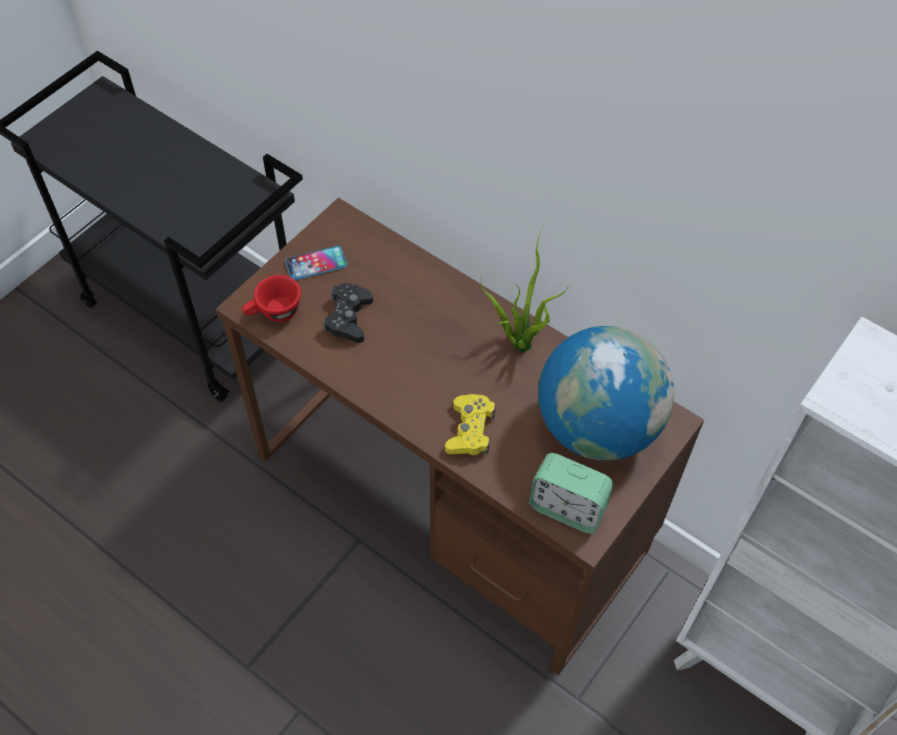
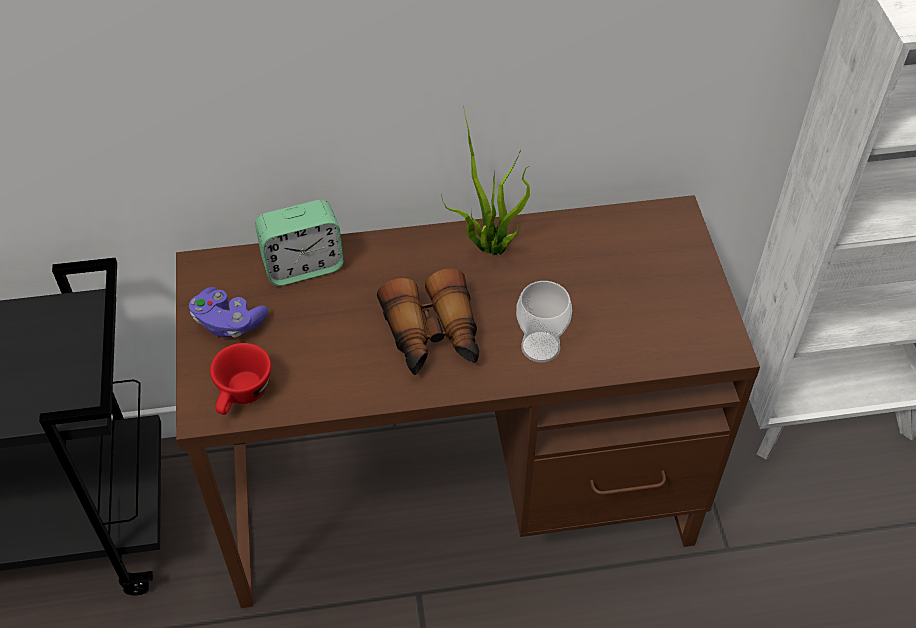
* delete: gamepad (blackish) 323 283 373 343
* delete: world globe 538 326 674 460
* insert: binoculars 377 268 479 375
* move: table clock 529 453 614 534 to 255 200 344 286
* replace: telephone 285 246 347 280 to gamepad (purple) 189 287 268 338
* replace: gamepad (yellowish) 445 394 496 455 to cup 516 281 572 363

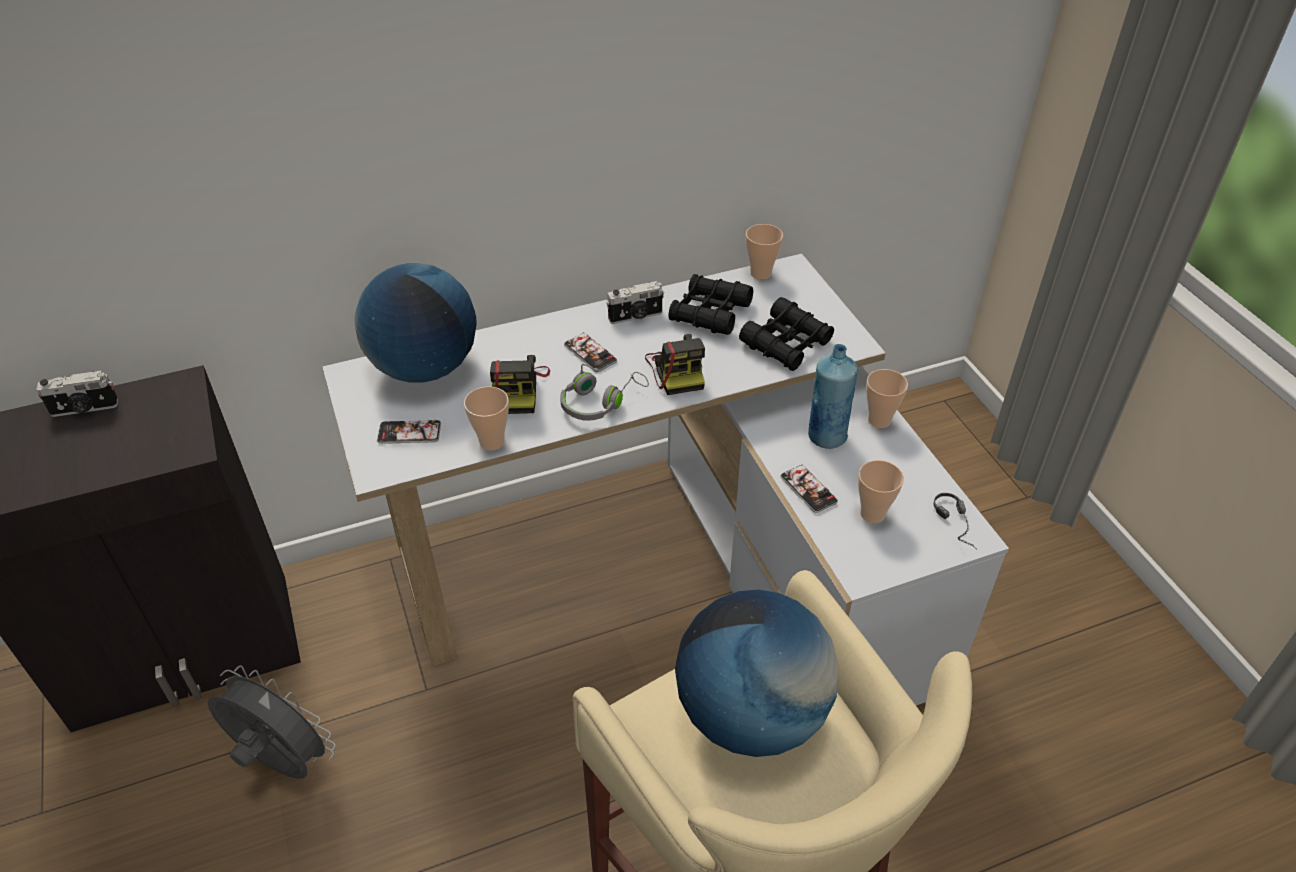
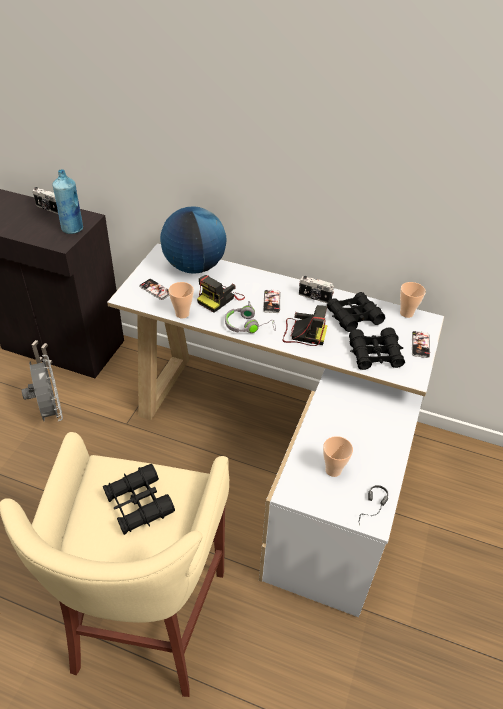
* delete: cup 866 369 908 428
* move: telephone 780 465 838 513 to 412 331 430 358
* move: bottle (bluish) 808 344 858 449 to 53 169 83 234
* replace: world globe 675 589 839 757 to binoculars (blackish) 103 464 175 535
* rotate: photo camera 645 334 705 395 = 282 305 328 346 105 degrees counterclockwise

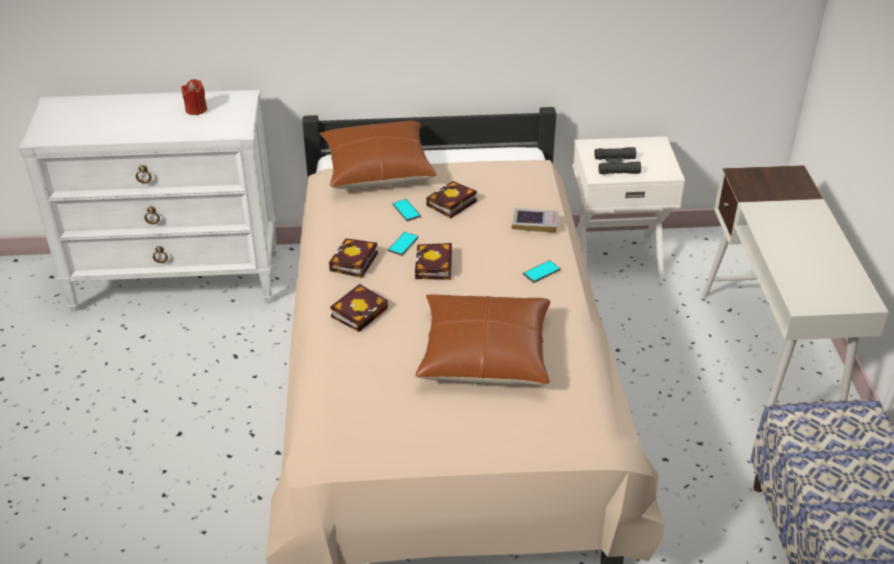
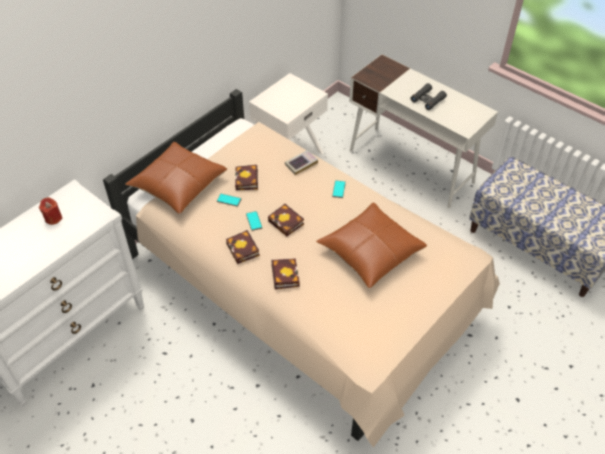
* move: binoculars (blackish) 594 147 641 174 to 411 83 447 110

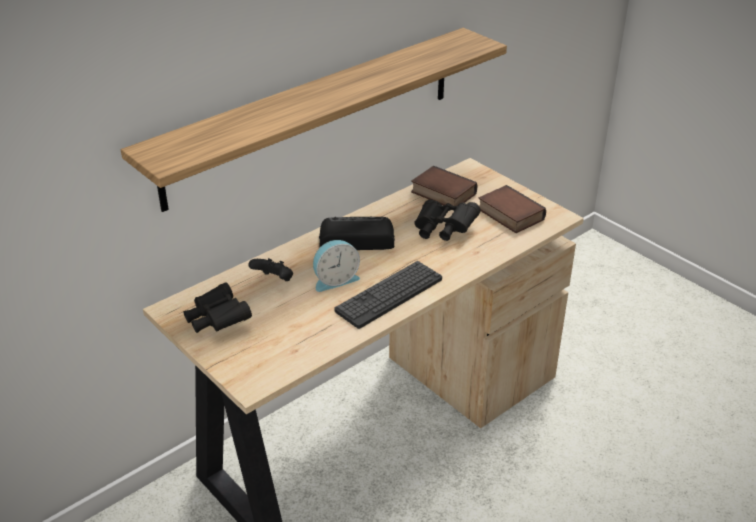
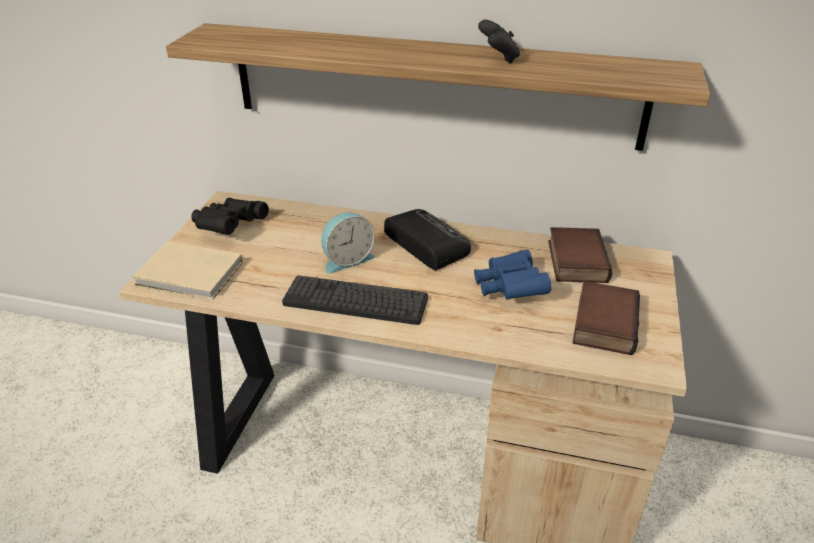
* insert: bound book (sand-coloured) 132 242 243 300
* move: gamepad (blackish) 248 258 293 281 to 478 20 520 64
* recolor: binoculars (blackish) 414 200 480 241 to binoculars (bluish) 474 250 551 300
* rotate: table clock 313 240 360 292 = 321 213 375 274 60 degrees counterclockwise

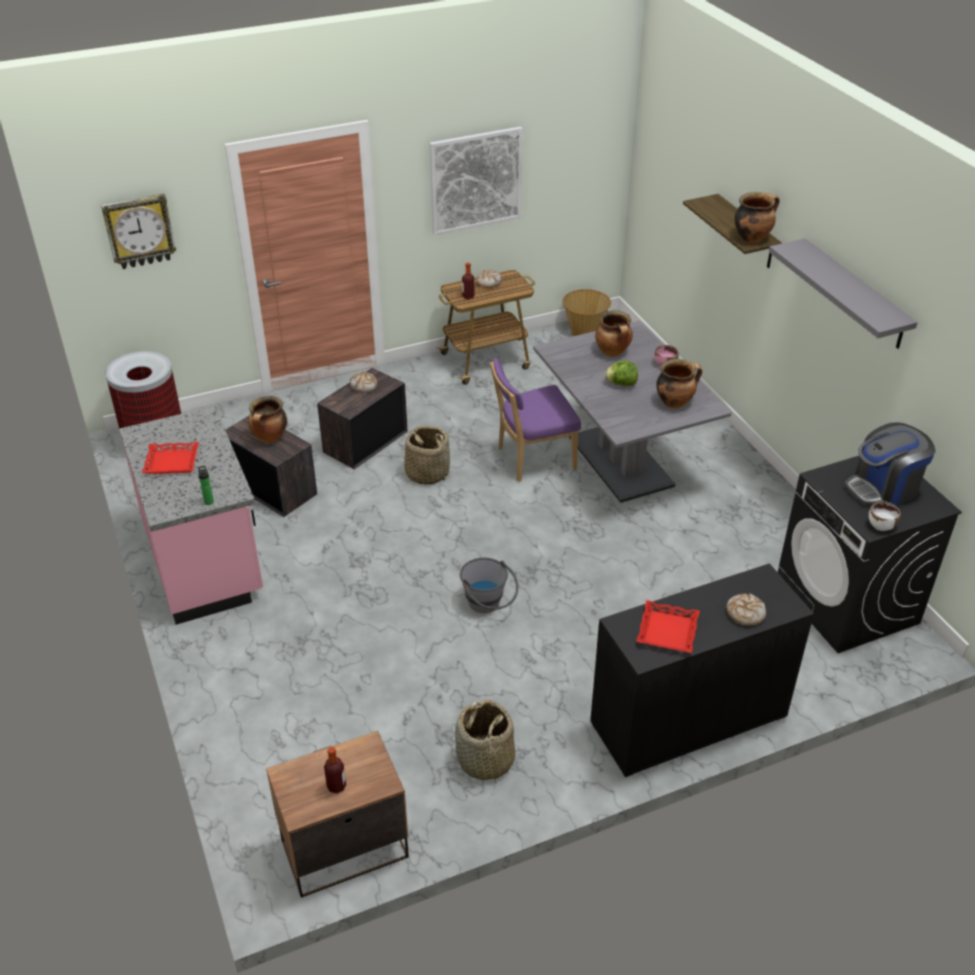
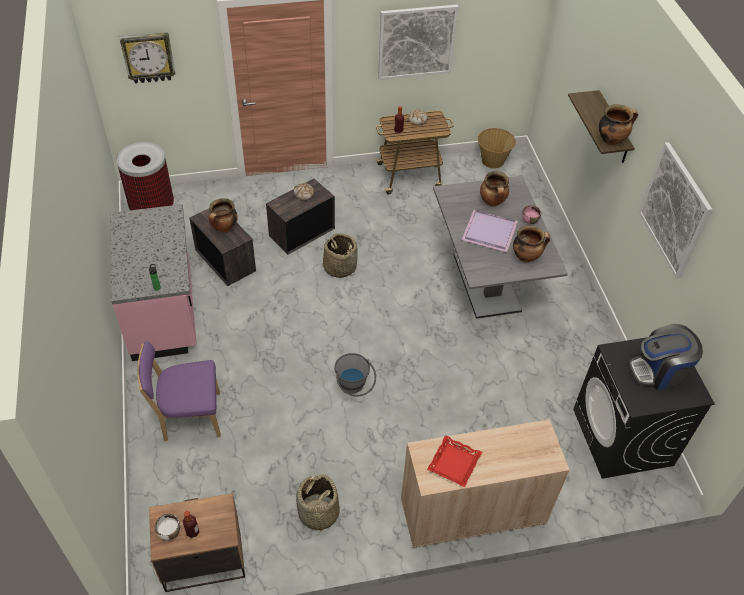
* delete: serving tray (red) 142 442 199 474
* delete: bakery bread 726 593 766 625
* move: chair (purple) 490 358 581 482 to 137 341 221 441
* move: bowl (white-coloured) 869 501 901 531 to 155 514 181 540
* replace: head of lettuce 605 361 638 386 to serving tray (purple) 462 210 518 252
* replace: shelf (greyish) 769 238 918 349 to picture 639 142 713 279
* recolor: storage cabinet (blackish) 590 563 814 778 to storage cabinet (sand-coloured) 401 419 570 548

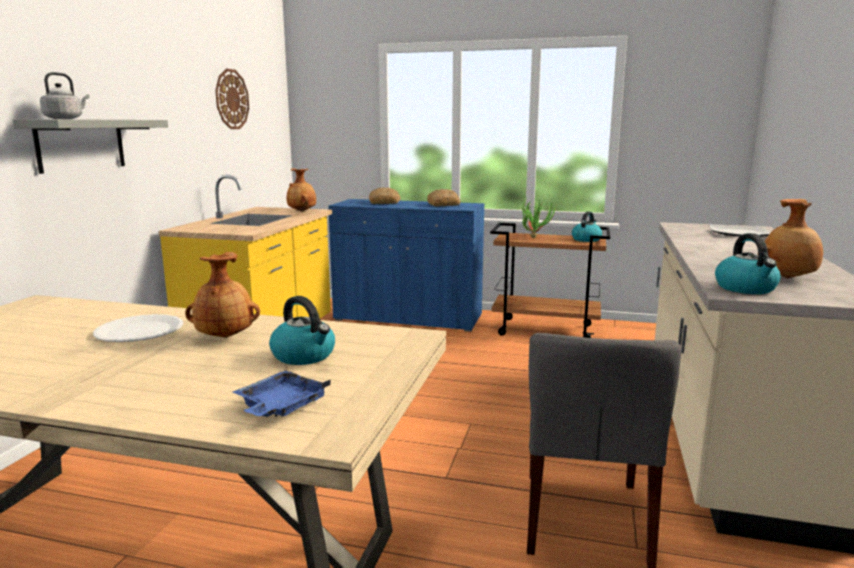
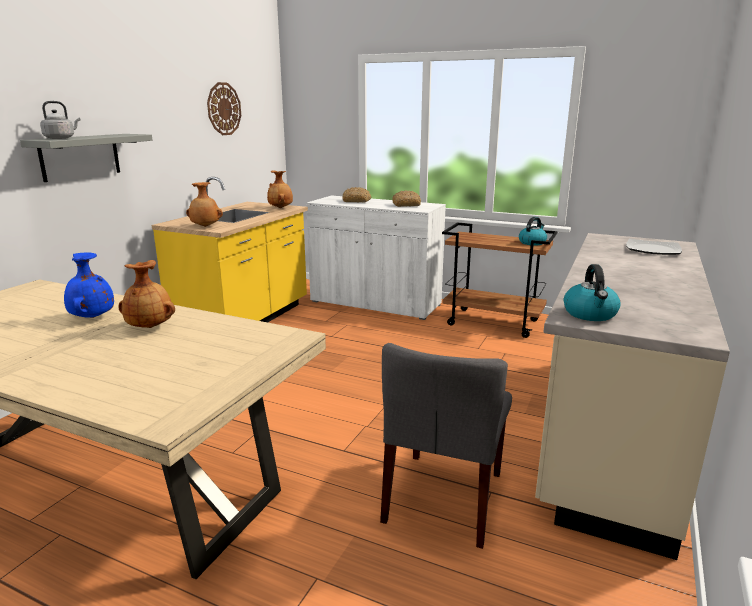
* delete: serving tray (bluish) 233 370 331 417
* delete: water kettle 269 296 335 365
* delete: plant in a pot 522 199 557 238
* move: vase (brownish) 765 199 823 278 to 186 182 223 227
* replace: flat dish (white-coloured) 93 314 183 342 to vase (bluish) 64 252 114 318
* recolor: storage cabinet (bluish) 328 199 485 332 to storage cabinet (white-coloured) 306 195 446 320

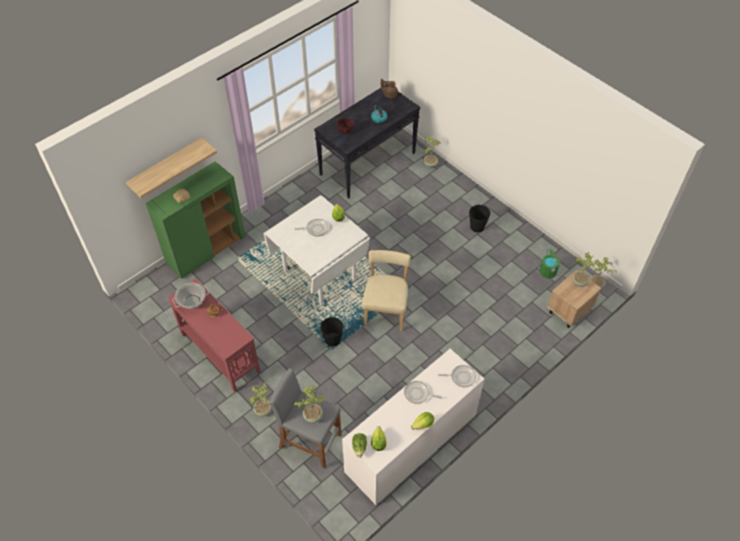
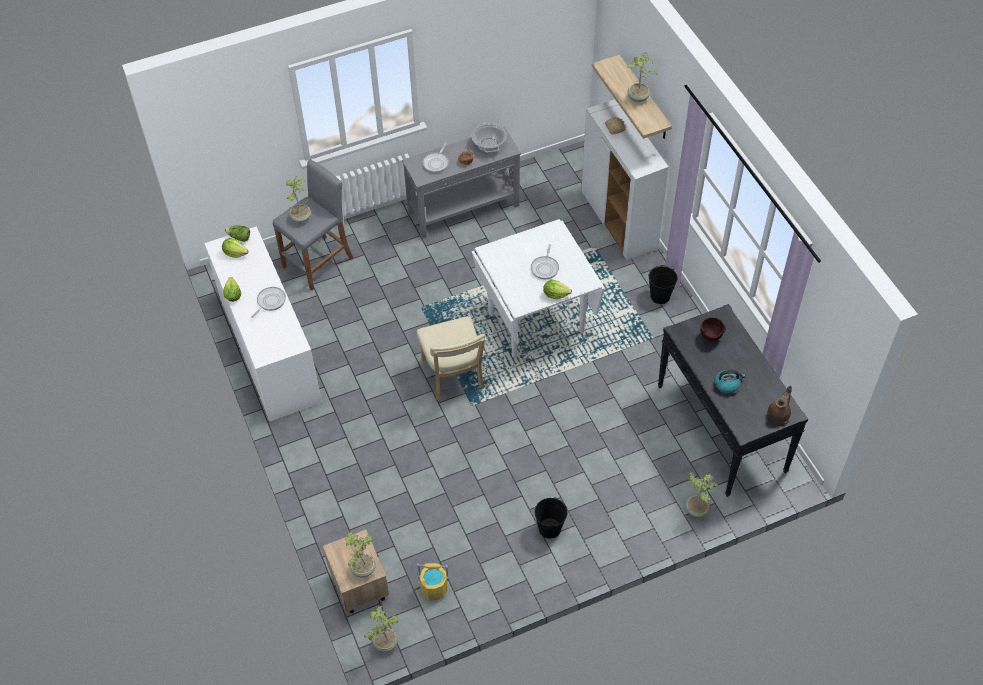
* move: plant in a pot 249 381 272 416 to 627 52 658 102
* move: pail (blackish) 320 317 344 346 to 648 266 678 304
* move: frying pan 438 365 476 387 to 423 142 449 173
* recolor: storage cabinet (green-coloured) 146 161 245 279 to storage cabinet (white-coloured) 581 99 668 260
* recolor: console table (red) 167 279 261 392 to console table (greyish) 402 127 521 239
* recolor: pail (green-coloured) 539 246 560 278 to pail (yellowish) 416 563 450 600
* rotate: chair (sand-coloured) 362 250 411 331 = 417 316 485 399 45 degrees clockwise

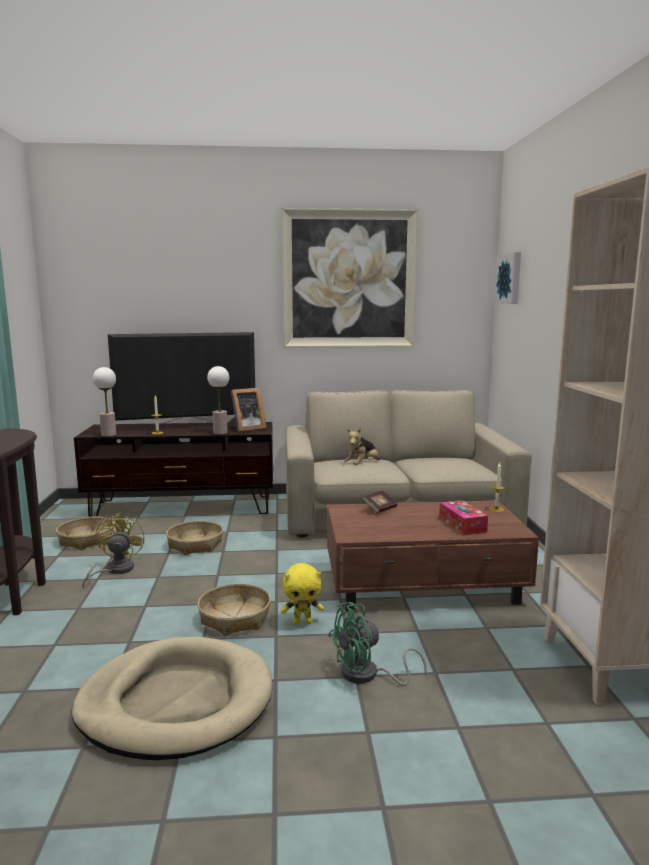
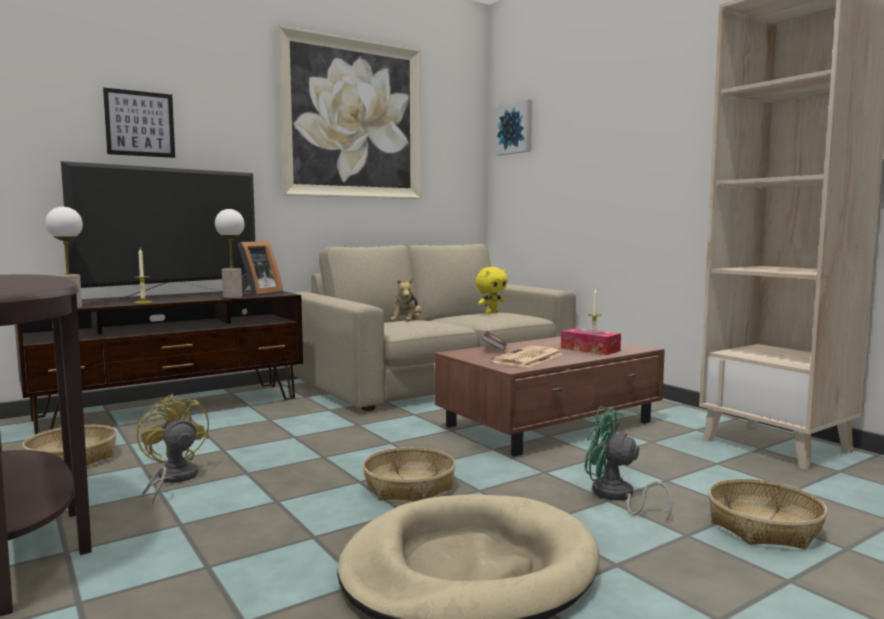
* insert: picture 103 87 175 158
* insert: daily paper 491 346 562 367
* move: household basket 166 521 223 555 to 708 479 828 549
* move: soft toy (yellowish) 281 563 324 625 to 476 267 508 314
* rotate: cooling fan (green-coloured) 328 602 427 685 = 585 406 673 521 90 degrees clockwise

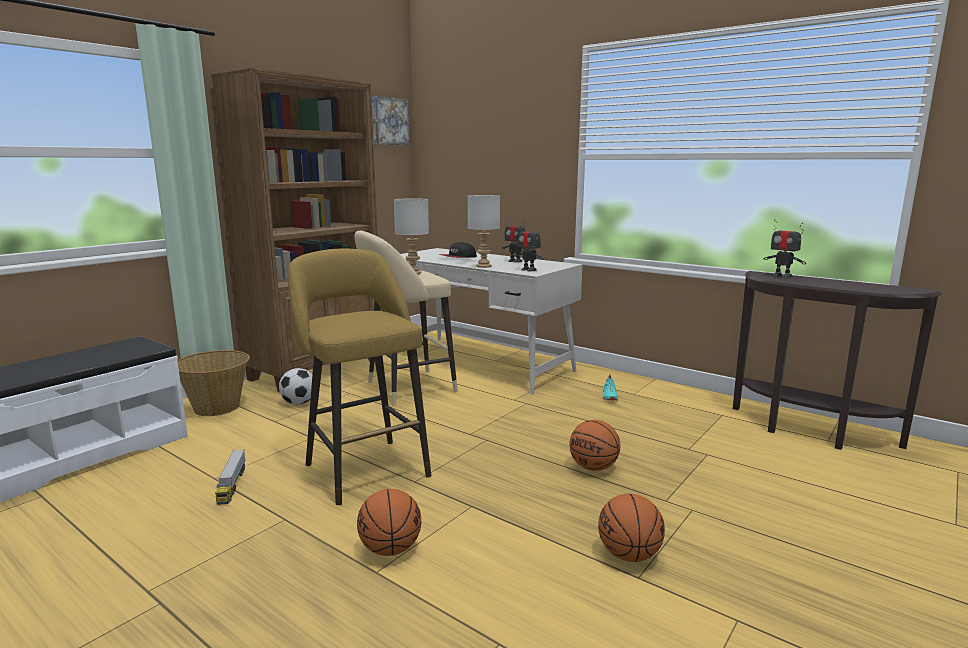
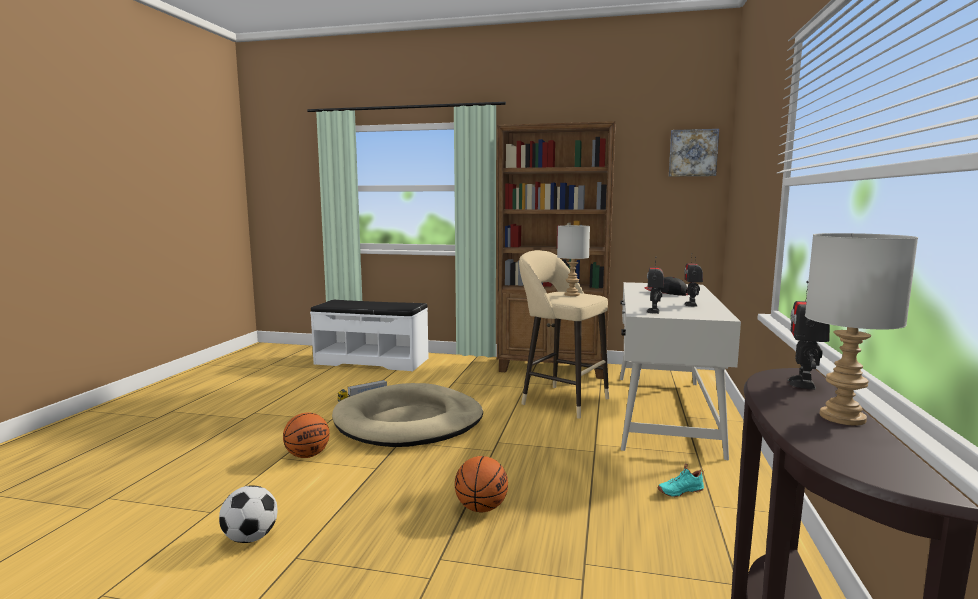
* delete: household basket 177 350 250 416
* delete: basketball 598 494 665 562
* move: football 279 368 312 404 to 219 486 277 543
* move: lamp for a table (greyish) 468 195 500 268 to 805 233 918 425
* replace: stool (yellowish) 288 249 431 505 to pet bed (sand-coloured) 332 383 483 447

